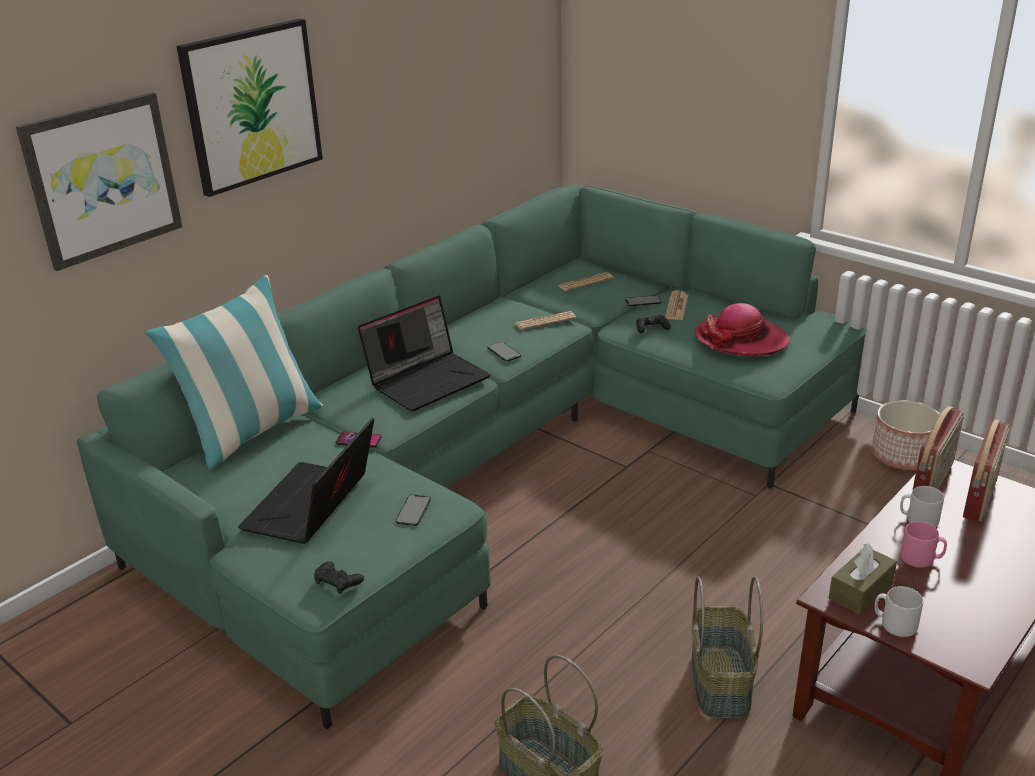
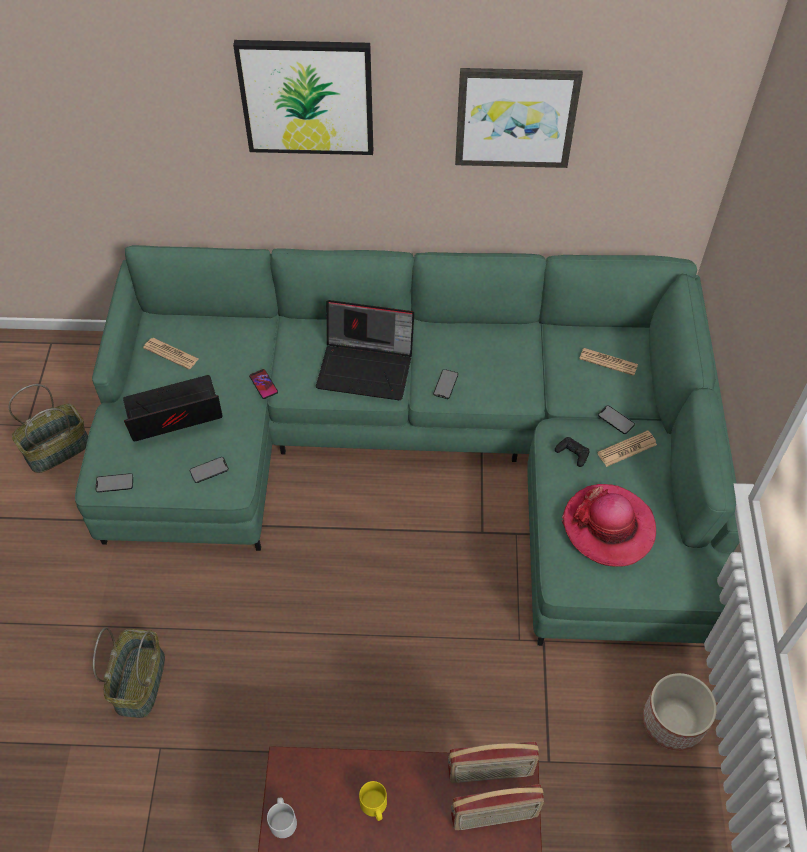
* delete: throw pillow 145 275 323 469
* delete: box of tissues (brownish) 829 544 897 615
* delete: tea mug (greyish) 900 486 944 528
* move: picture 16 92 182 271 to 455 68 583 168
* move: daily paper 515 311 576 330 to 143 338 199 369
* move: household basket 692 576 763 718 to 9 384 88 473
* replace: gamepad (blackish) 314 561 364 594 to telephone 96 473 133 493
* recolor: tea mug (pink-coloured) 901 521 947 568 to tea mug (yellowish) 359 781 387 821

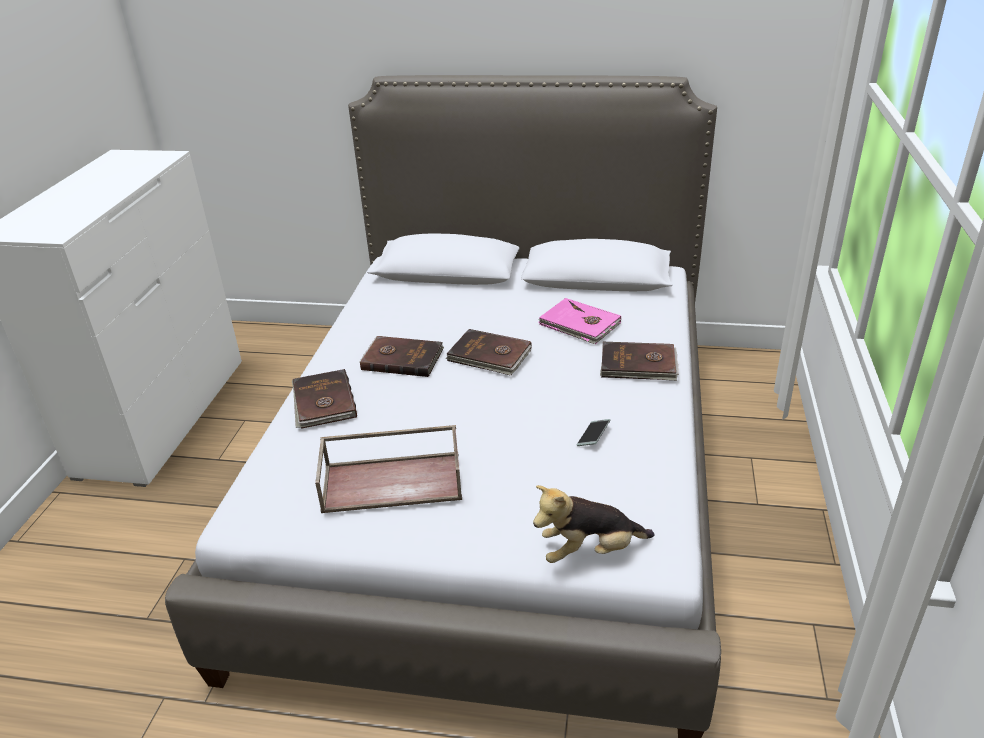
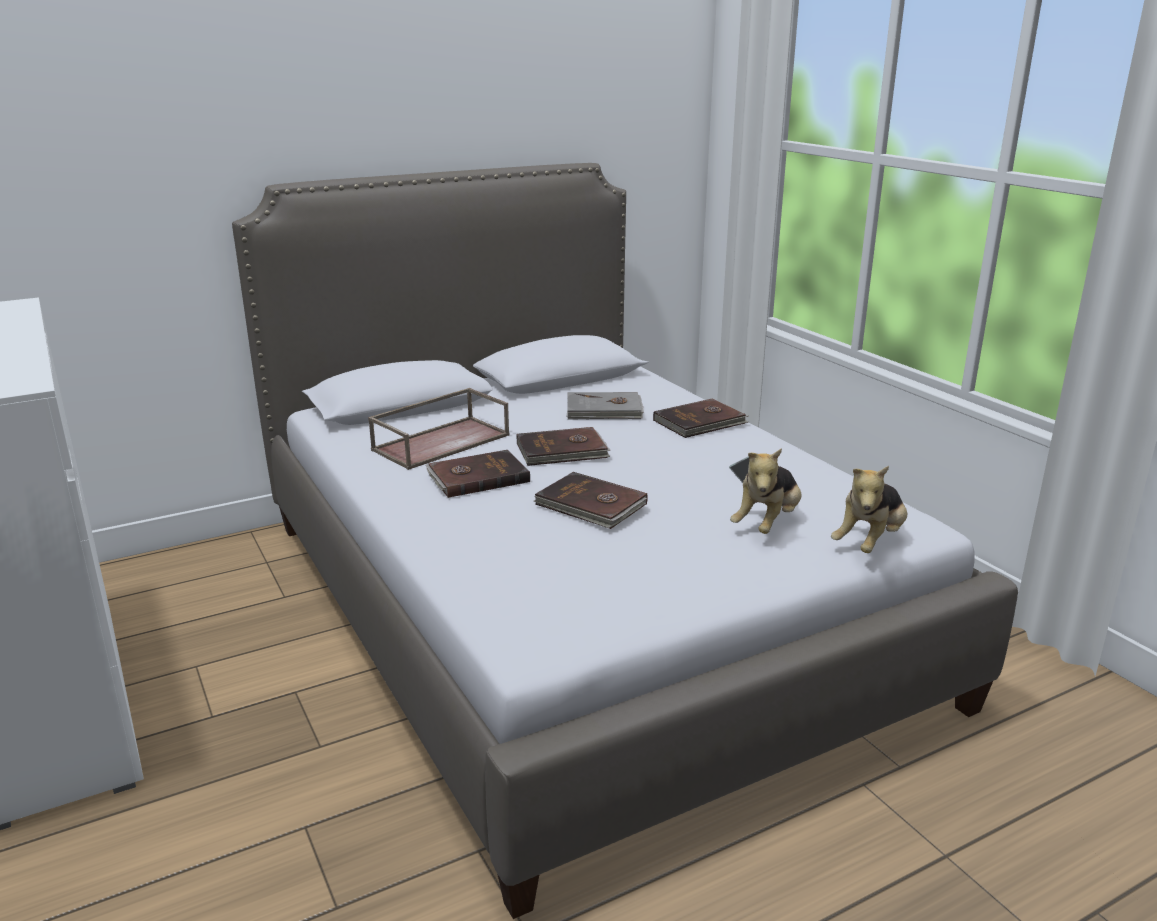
* insert: soft toy 730 448 801 534
* move: bound book (brownish) 292 369 357 429 to 534 472 647 529
* move: serving tray (brownish) 315 425 462 513 to 368 388 509 470
* recolor: bound book (pink-coloured) 538 298 621 344 to bound book (greyish) 566 392 644 420

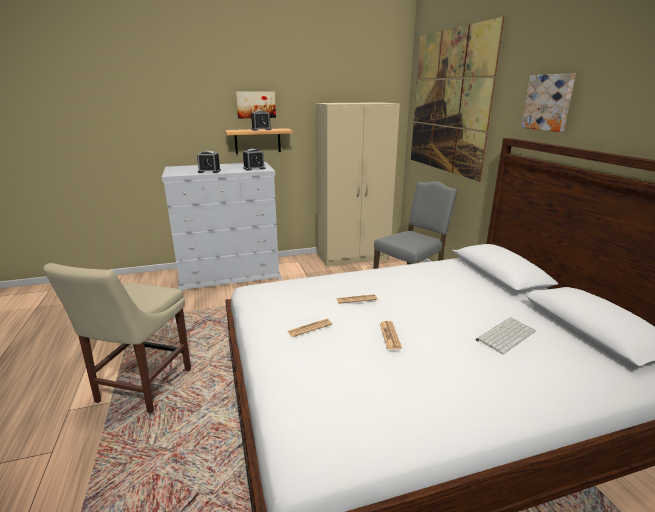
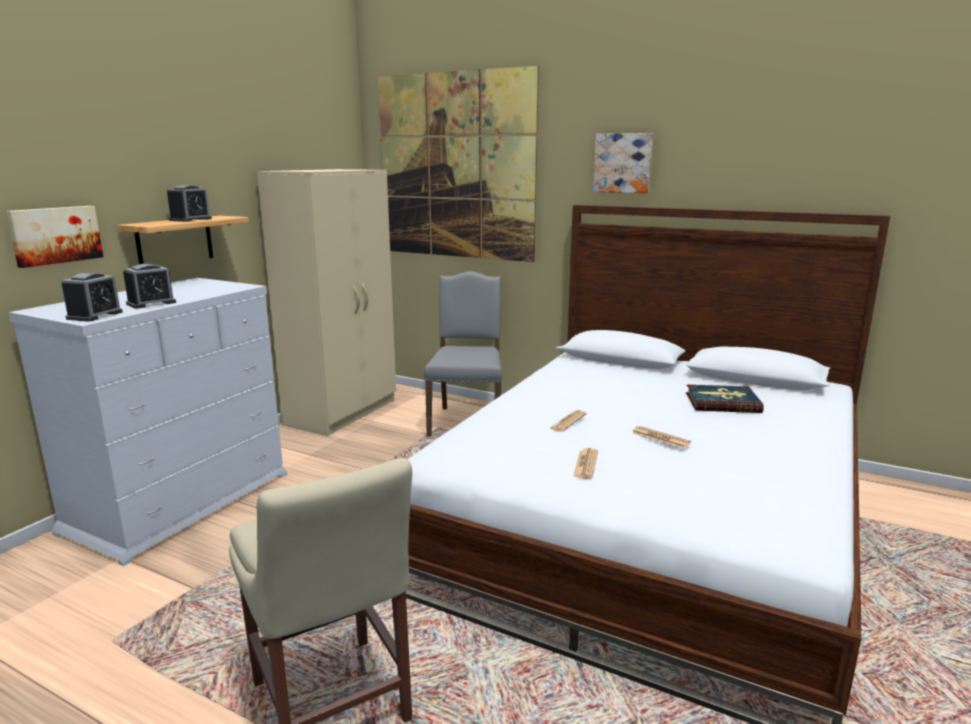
* move: picture 236 91 276 119 to 6 206 103 268
* move: table clock 243 149 265 171 to 61 273 123 322
* replace: keyboard 476 317 536 354 to bound book 686 385 764 413

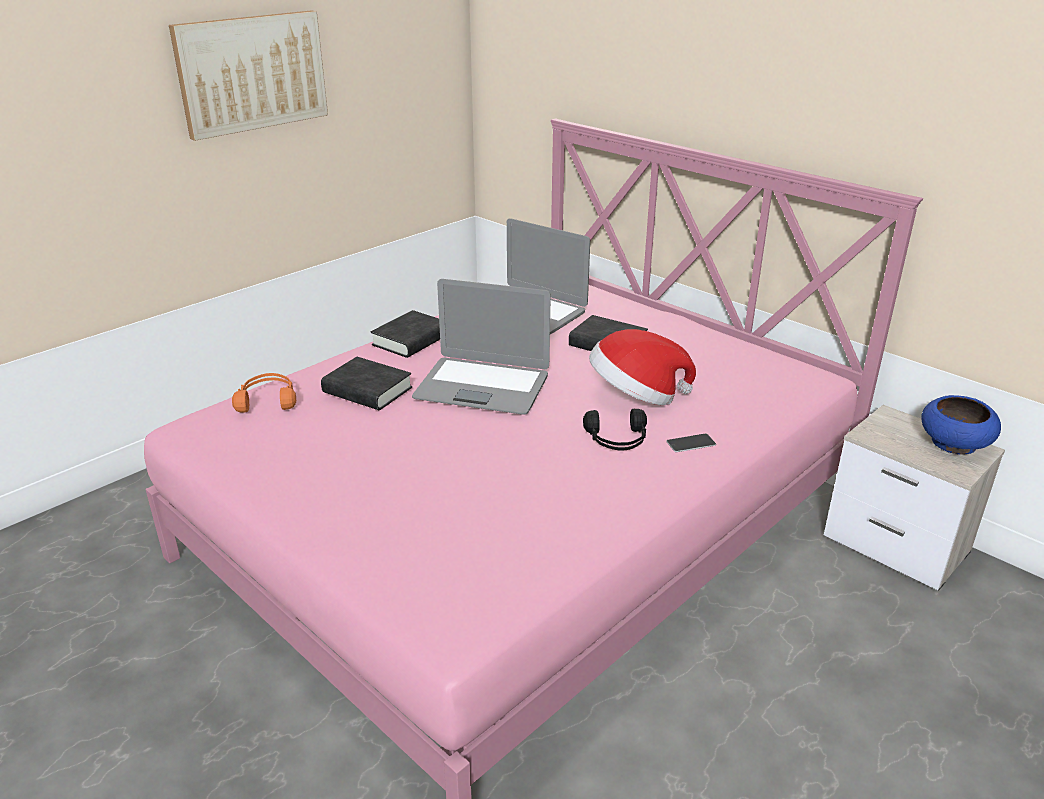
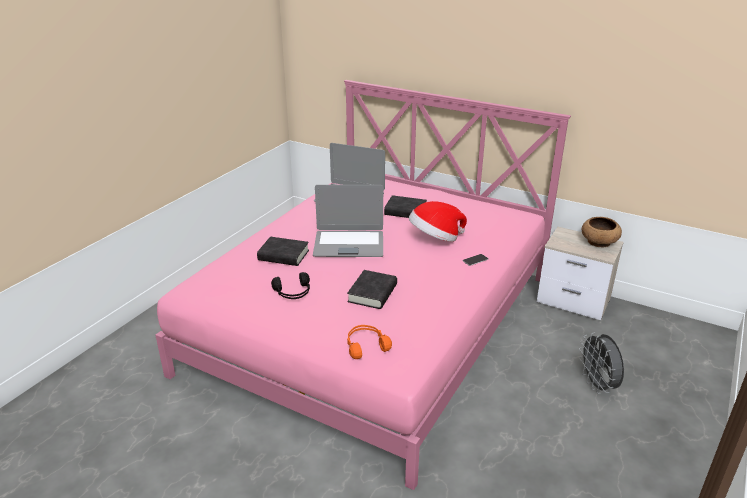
* delete: picture 169 10 328 141
* insert: cooling fan (greyish) 579 332 624 394
* move: headset (orange) 232 373 296 412 to 347 325 392 359
* move: bound book (blackish) 371 310 440 358 to 347 270 397 309
* move: headset (blackish) 583 409 647 450 to 271 272 310 299
* recolor: bowl (bluish) 921 395 1001 455 to bowl (brownish) 581 217 622 247

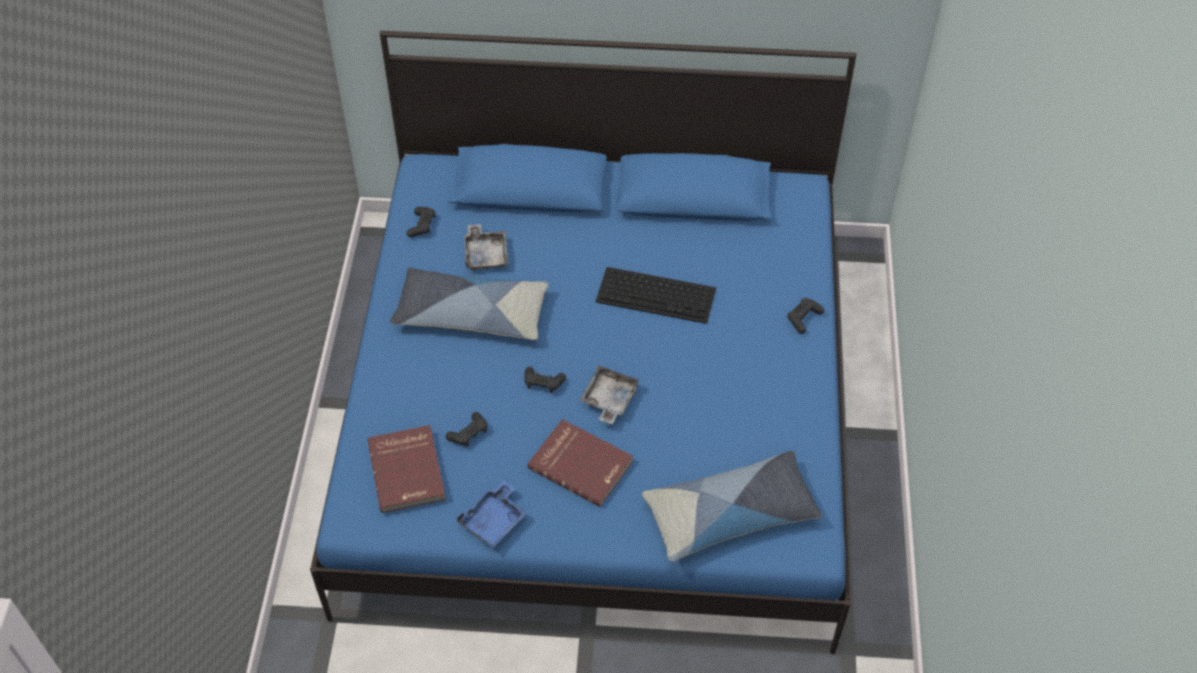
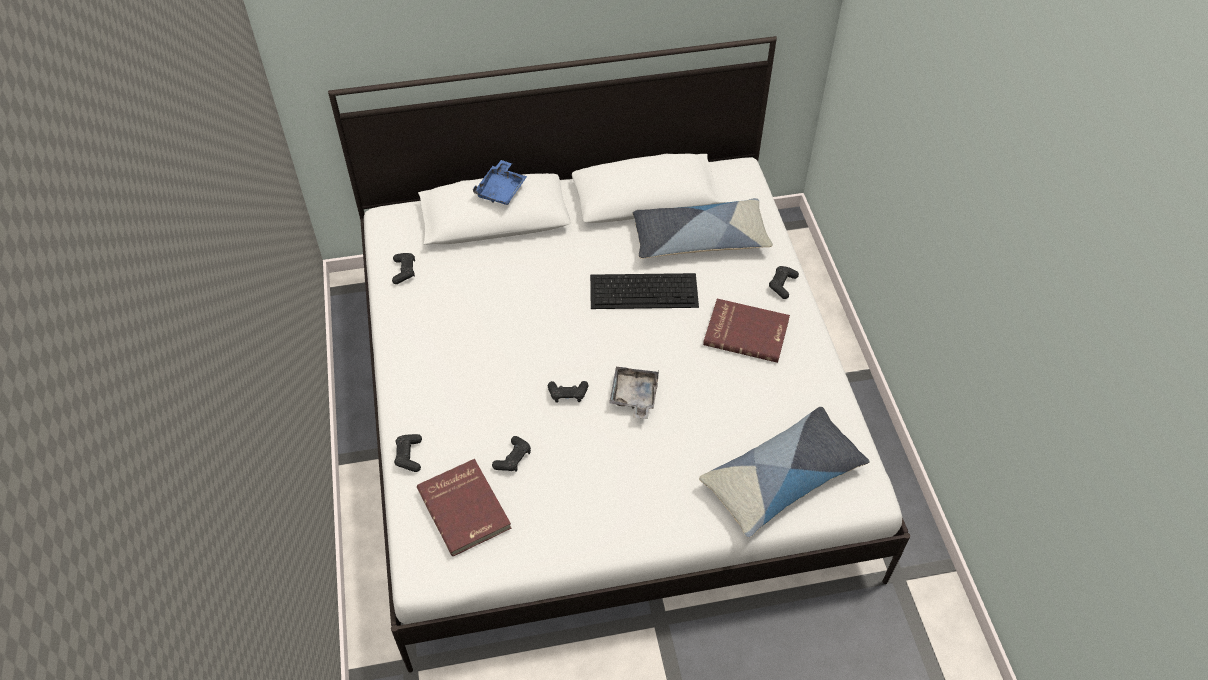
* delete: serving tray (greyish) 464 224 508 270
* insert: gamepad (blackish) 394 434 422 472
* move: throw pillow 390 267 549 340 to 632 198 773 259
* move: serving tray (bluish) 457 480 527 548 to 473 160 527 205
* move: bound book (red) 527 419 633 507 to 703 299 790 363
* recolor: bedroom bed (bluish) 310 31 857 654 to bedroom bed (white-coloured) 328 36 910 673

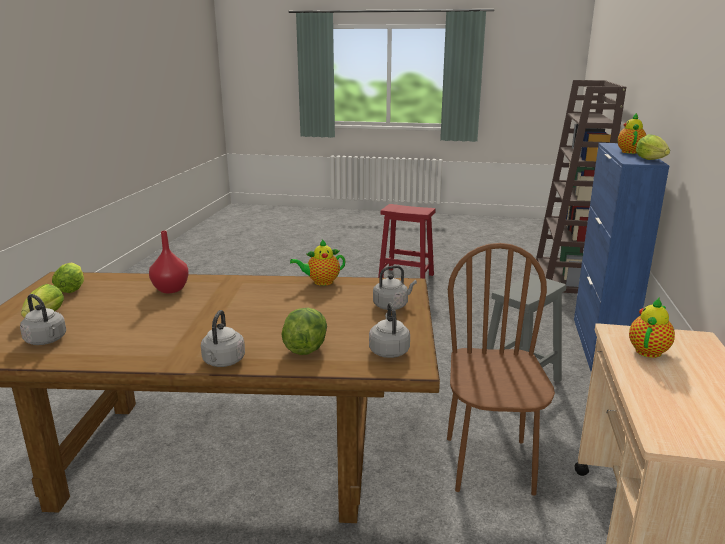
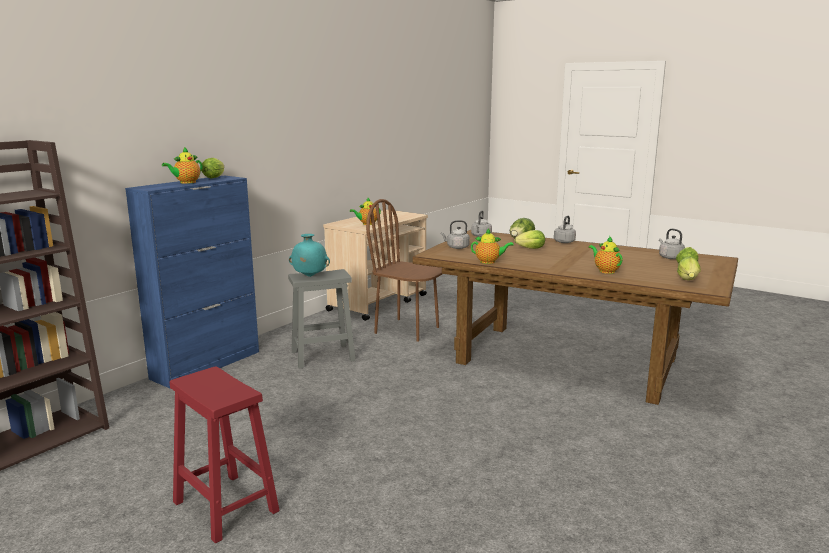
* insert: vase (turquoise-coloured) 289 234 330 277
* insert: head of lettuce 514 230 545 249
* replace: vase (red) 149 231 189 293 to teapot 589 236 623 274
* rotate: chair (brownish) 447 243 555 496 = 366 199 442 342 90 degrees clockwise

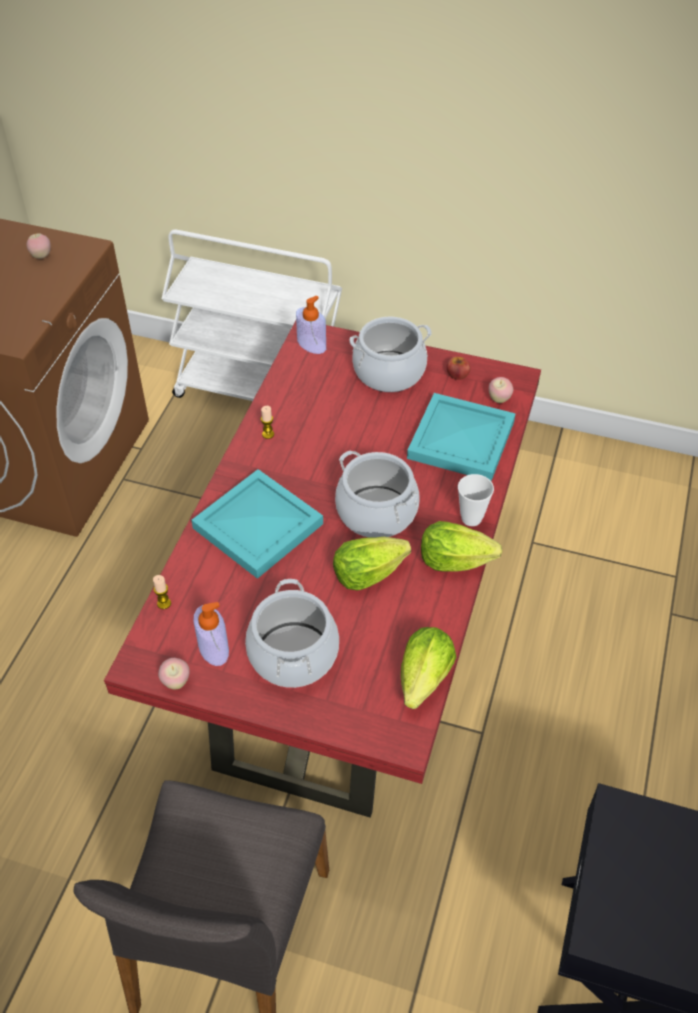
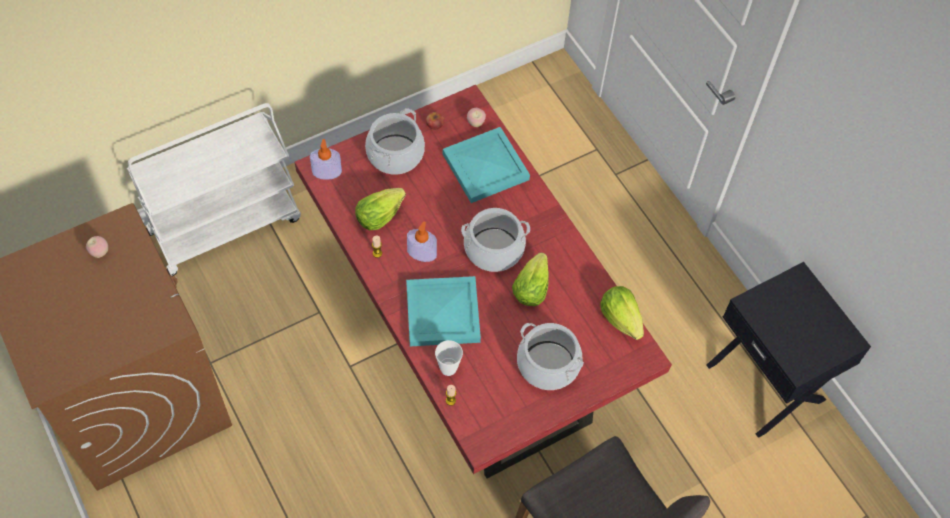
* delete: whole apple 158 658 189 689
* move: soap bottle 193 602 229 666 to 407 222 437 262
* move: head of lettuce 421 521 502 572 to 355 188 406 230
* move: cup 458 474 494 526 to 435 340 463 376

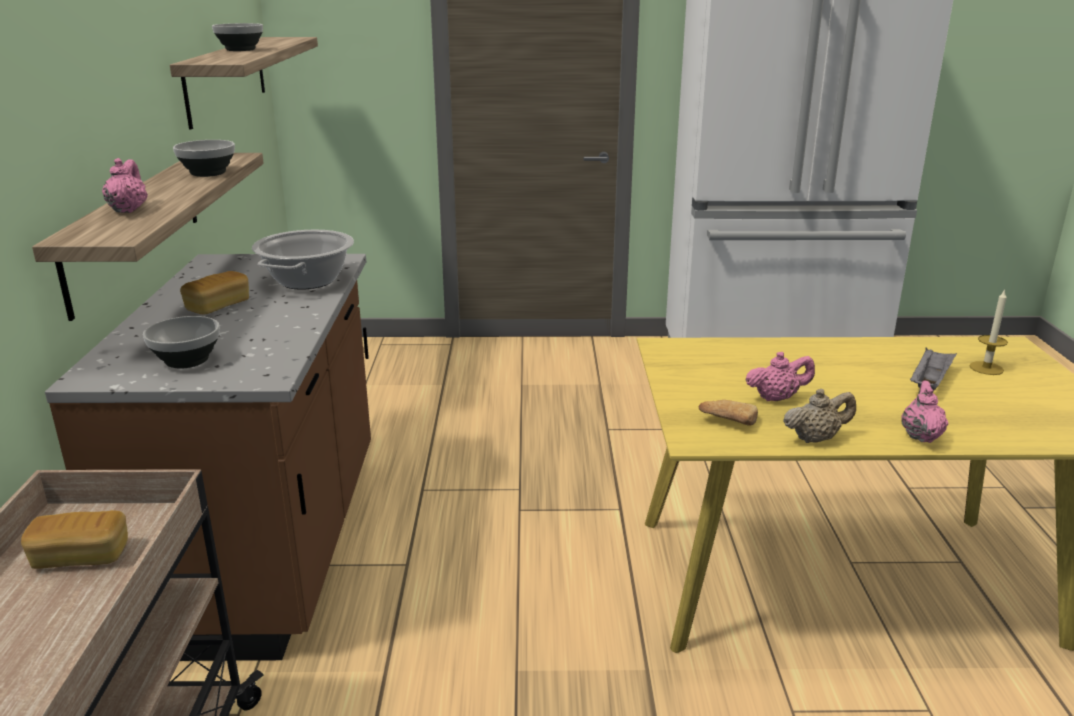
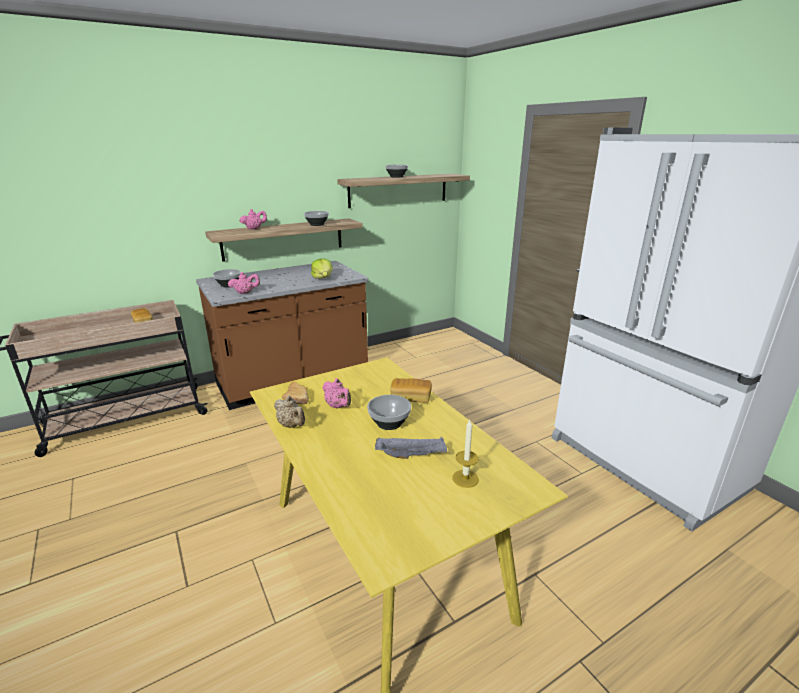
* insert: bowl 367 395 411 430
* move: bakery bread 180 271 249 314 to 390 378 432 403
* move: teapot (pink-coloured) 901 380 949 443 to 228 272 260 294
* replace: stockpot 252 230 354 290 to head of lettuce 311 258 333 279

